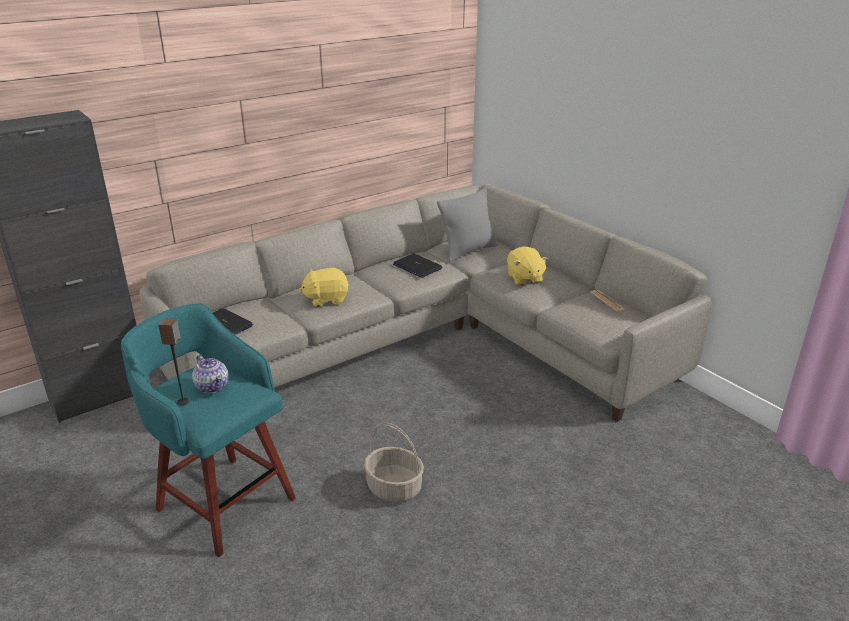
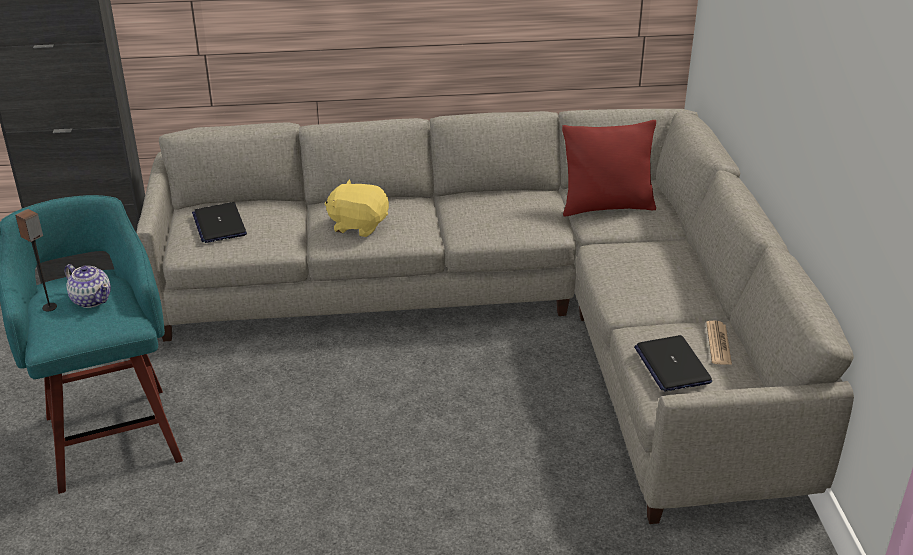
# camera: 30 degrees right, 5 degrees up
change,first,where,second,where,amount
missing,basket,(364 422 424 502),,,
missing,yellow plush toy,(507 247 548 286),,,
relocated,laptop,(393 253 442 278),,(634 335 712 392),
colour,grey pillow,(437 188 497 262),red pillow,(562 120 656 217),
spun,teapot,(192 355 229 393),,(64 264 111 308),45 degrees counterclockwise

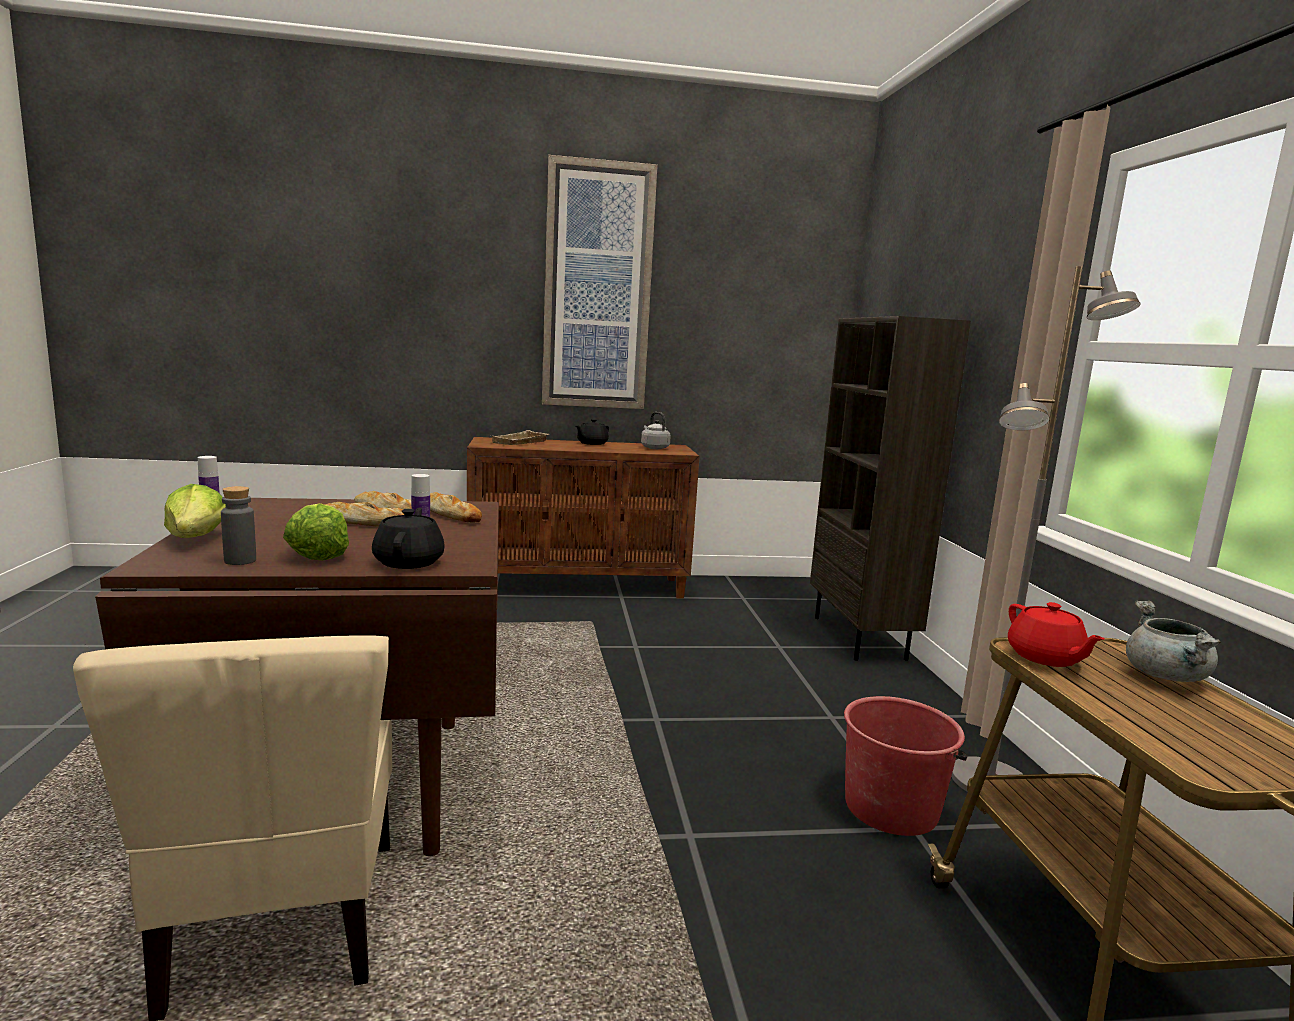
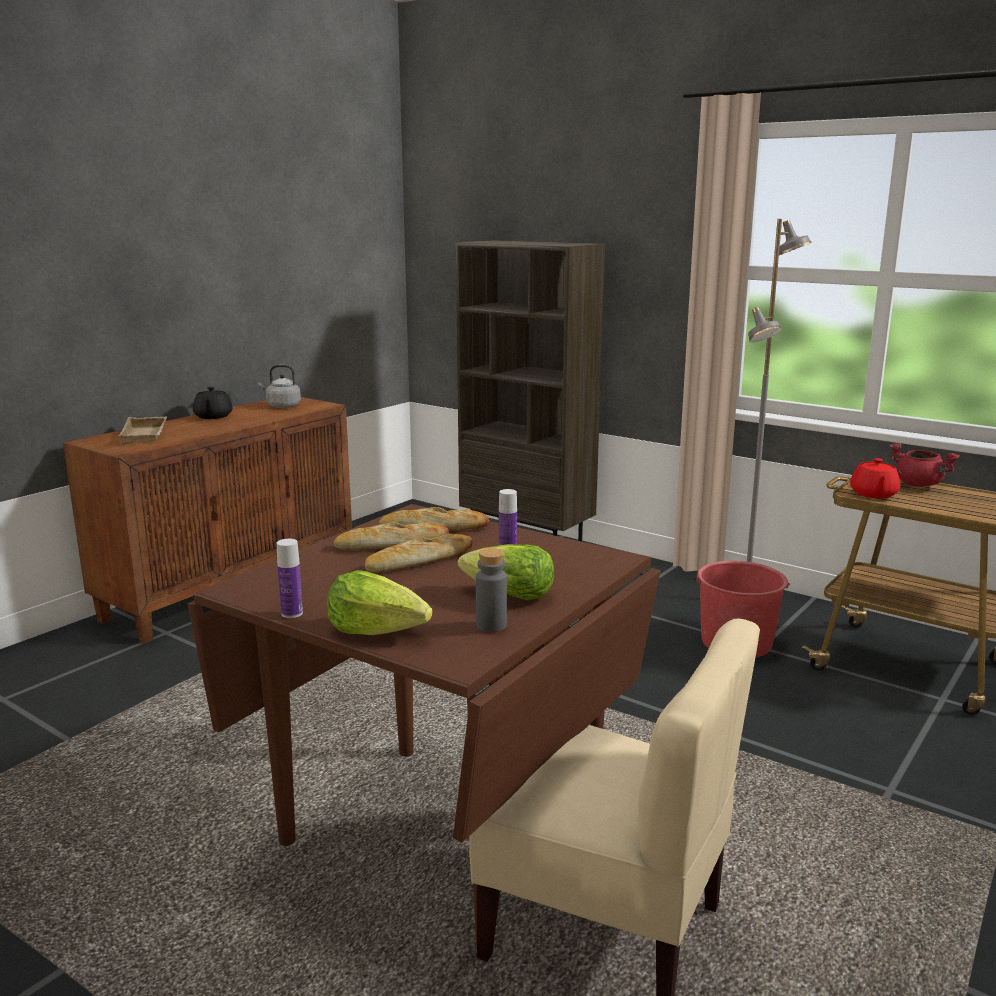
# camera: 45 degrees left, 5 degrees up
change,first,where,second,where,amount
missing,black teapot,(372 508 445 569),,,
missing,picture,(542 155 657 409),,,
colour,grey cooking pot,(1126 601 1220 682),red cooking pot,(890 443 960 487),
spun,red teapot,(1008 602 1105 667),,(850 458 900 498),75 degrees clockwise

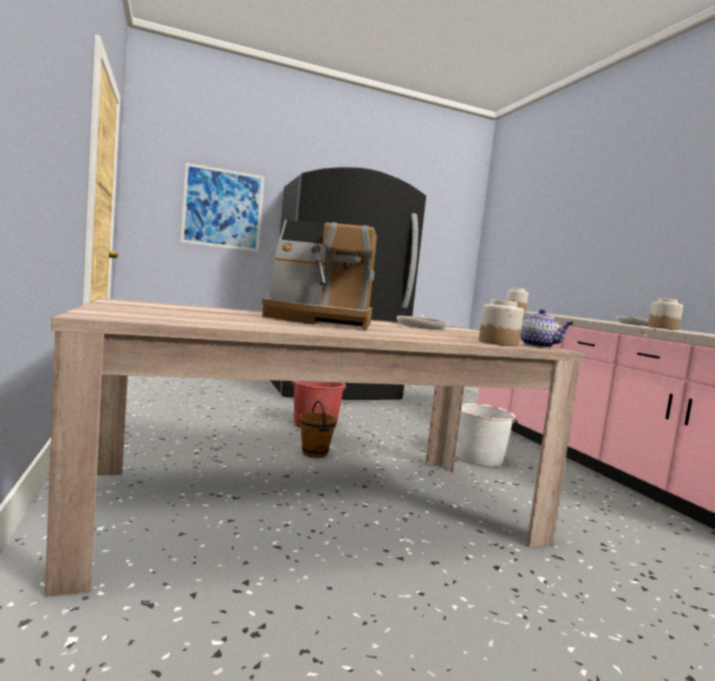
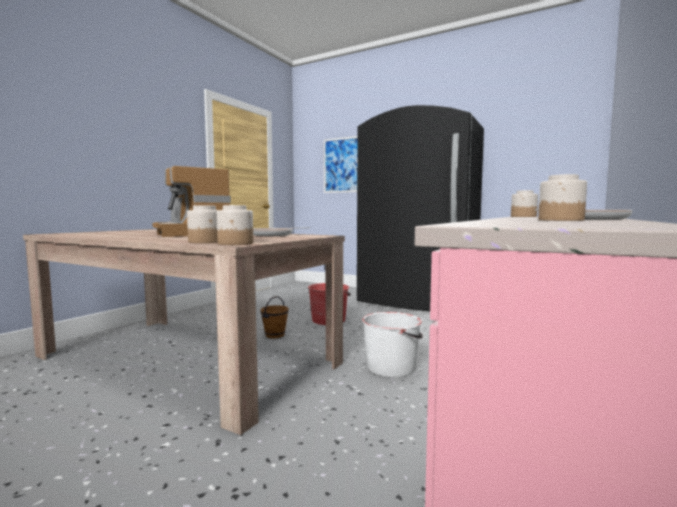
# camera: 50 degrees right, 0 degrees up
change,first,where,second,where,amount
exchanged,teapot,(520 309 574 348),jar,(216 205 253 245),

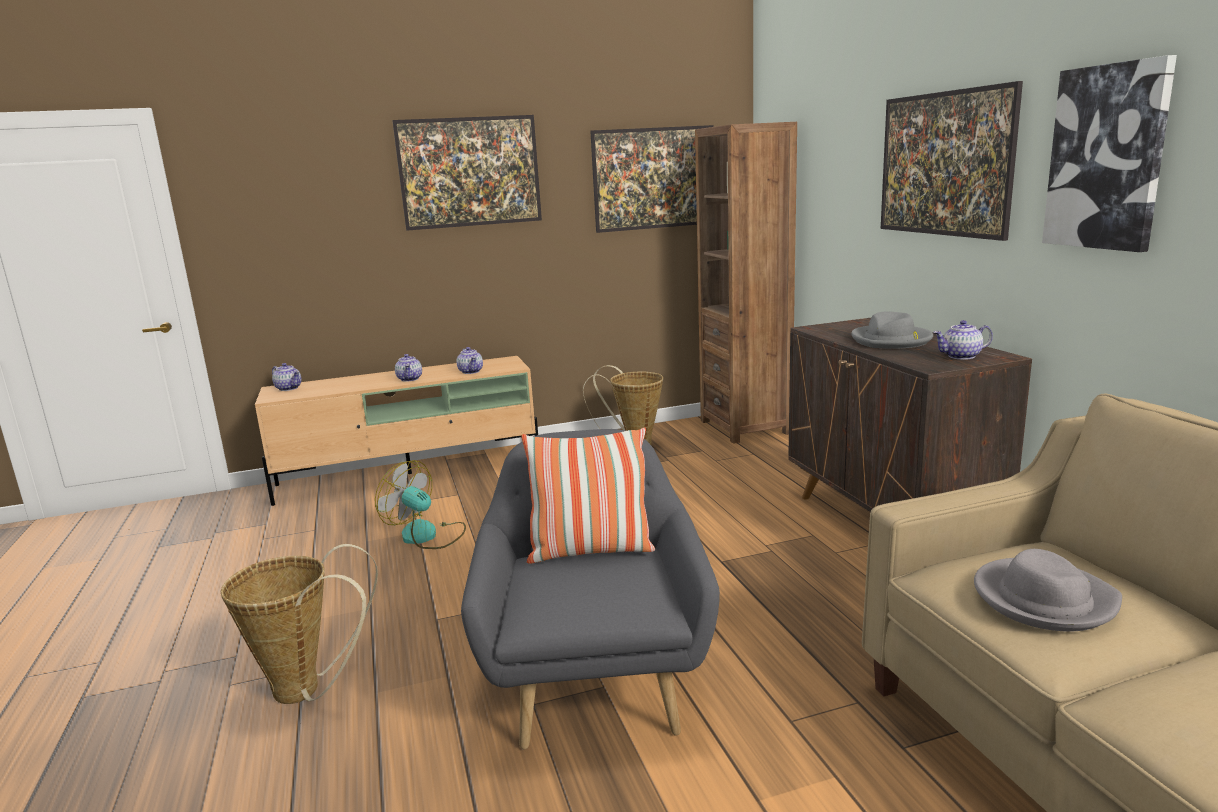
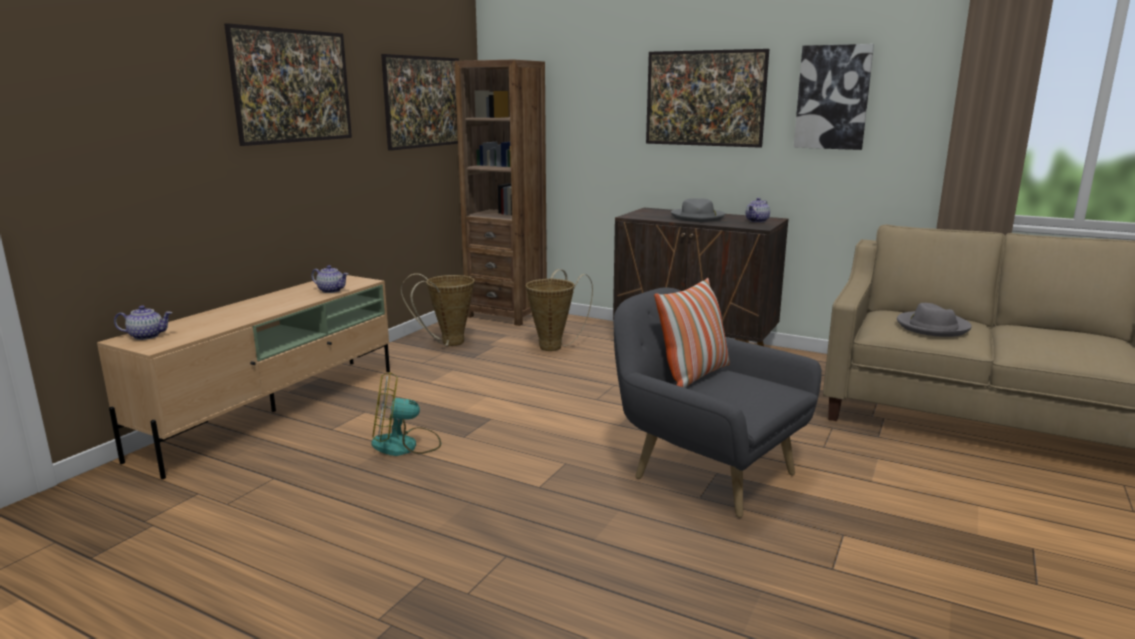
# camera: 45 degrees left, 0 degrees up
change,first,where,second,where,amount
missing,teapot,(395 354 422 382),,,
relocated,basket,(221 544 378 704),,(526 269 593 351),

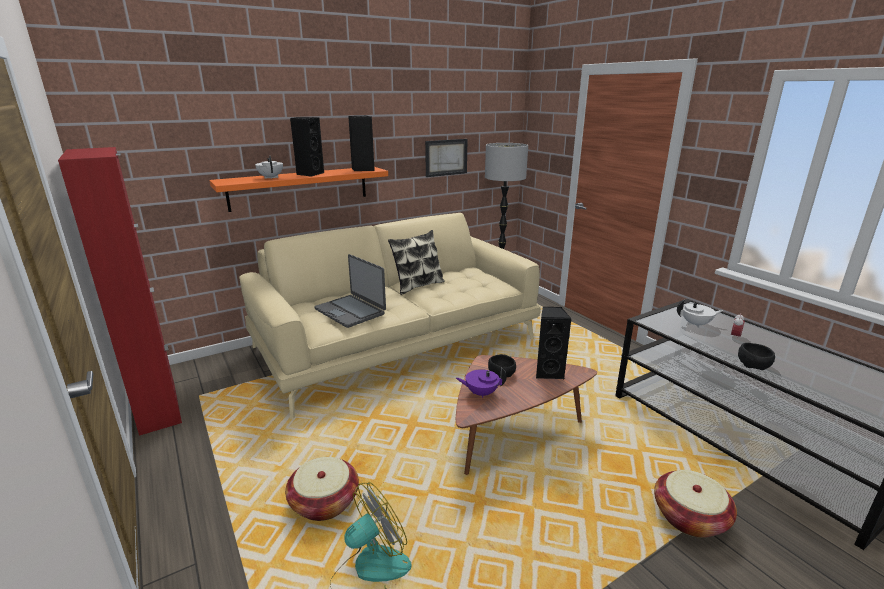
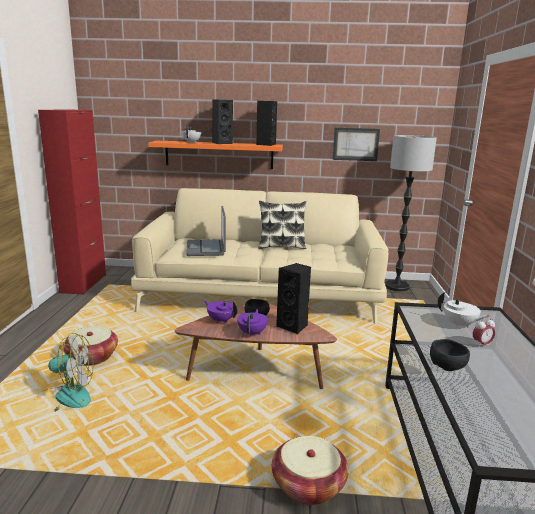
# camera: 35 degrees right, 5 degrees down
change,first,where,second,where,amount
appeared,,,purple teapot,(237 309 268 337),

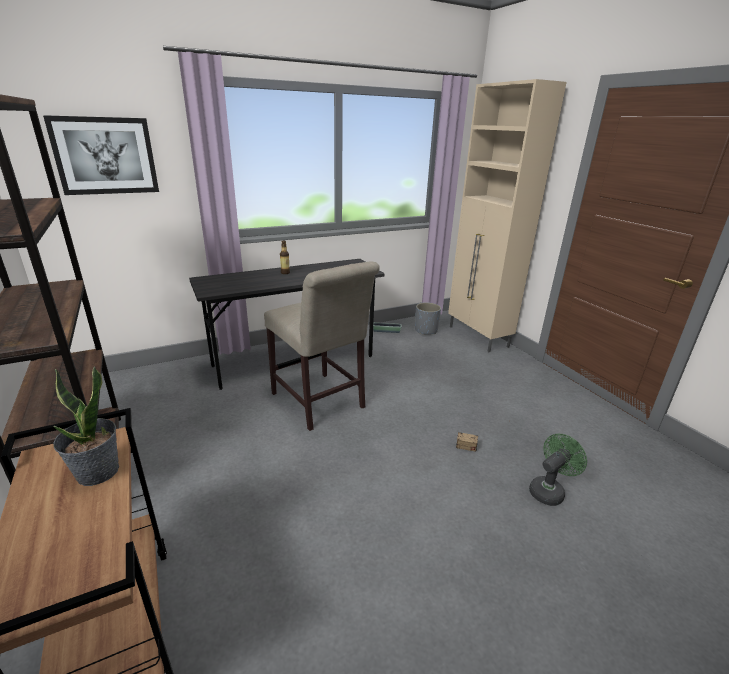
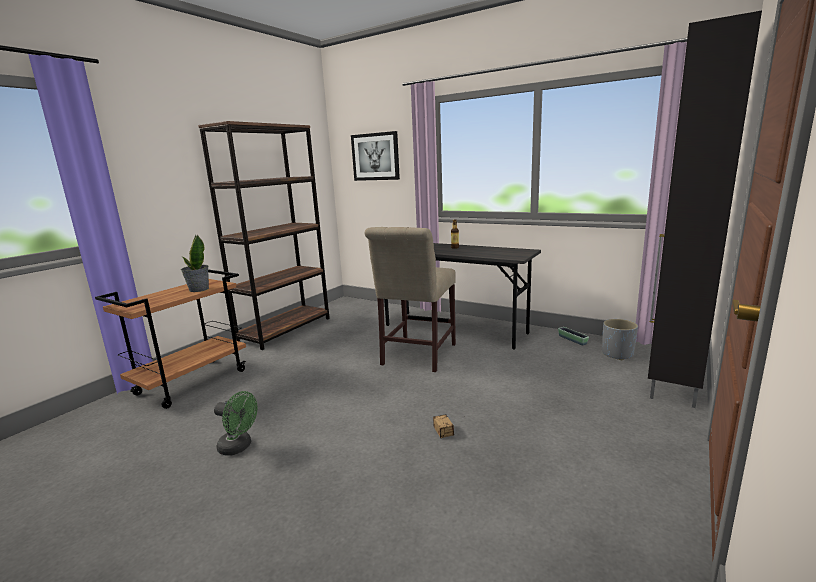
# camera: 60 degrees right, 10 degrees down
change,first,where,second,where,amount
relocated,green fan,(529 434 587 506),,(214 391 257 455),
colour,beige cabinet,(448 79 567 352),black cabinet,(648 11 762 408),

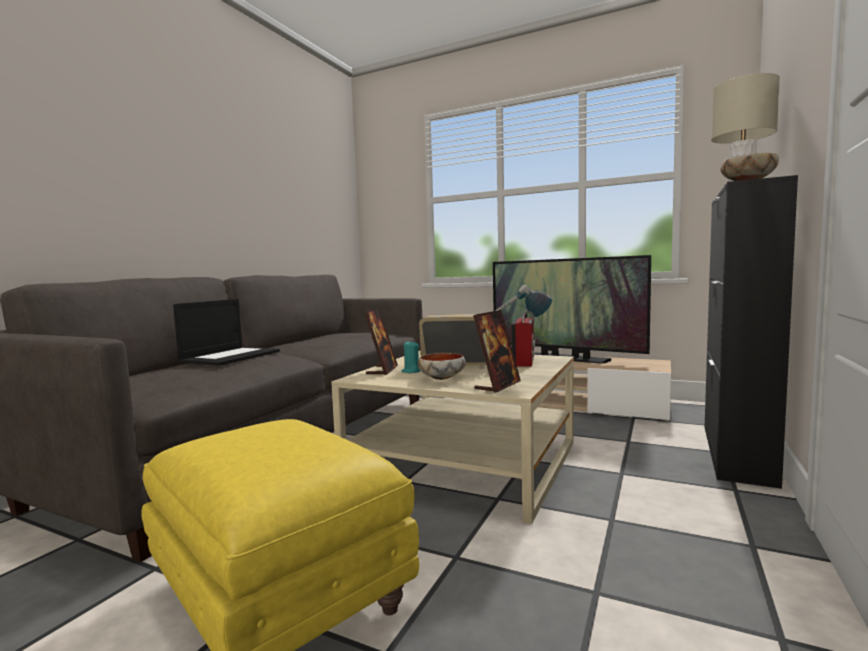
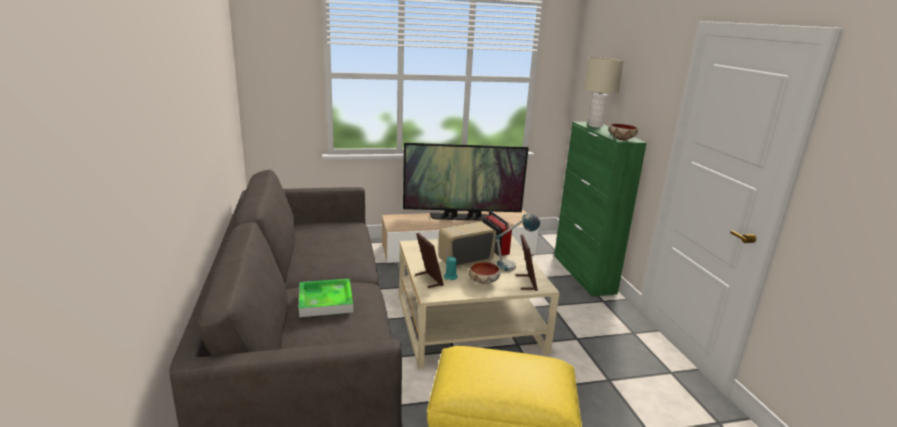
# camera: 40 degrees left, 15 degrees up
change,first,where,second,where,amount
exchanged,laptop,(173 299 280 366),tray,(299 279 353 317),
colour,black cabinet,(705 175 798 489),green cabinet,(554 122 647 296),

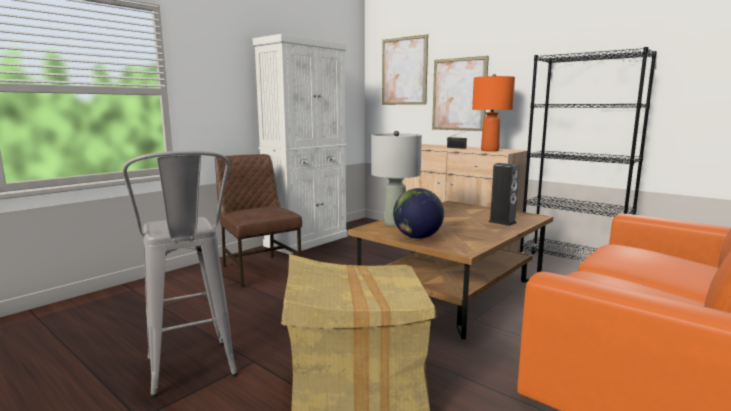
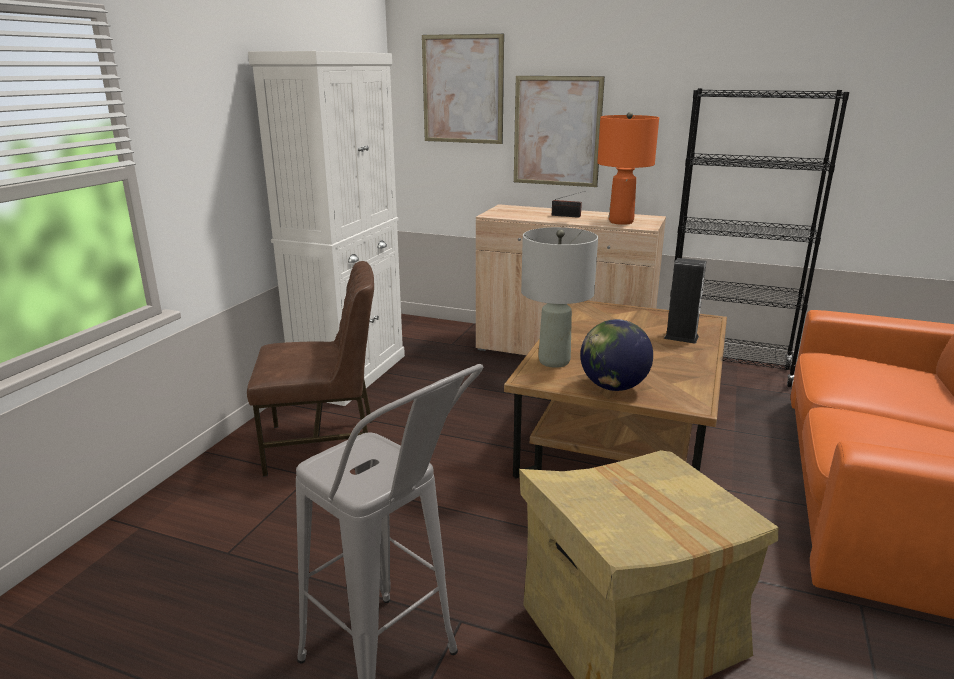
# camera: 20 degrees left, 10 degrees up
change,first,where,second,where,amount
spun,brown chair,(215 154 302 287),,(247 261 374 477),135 degrees clockwise

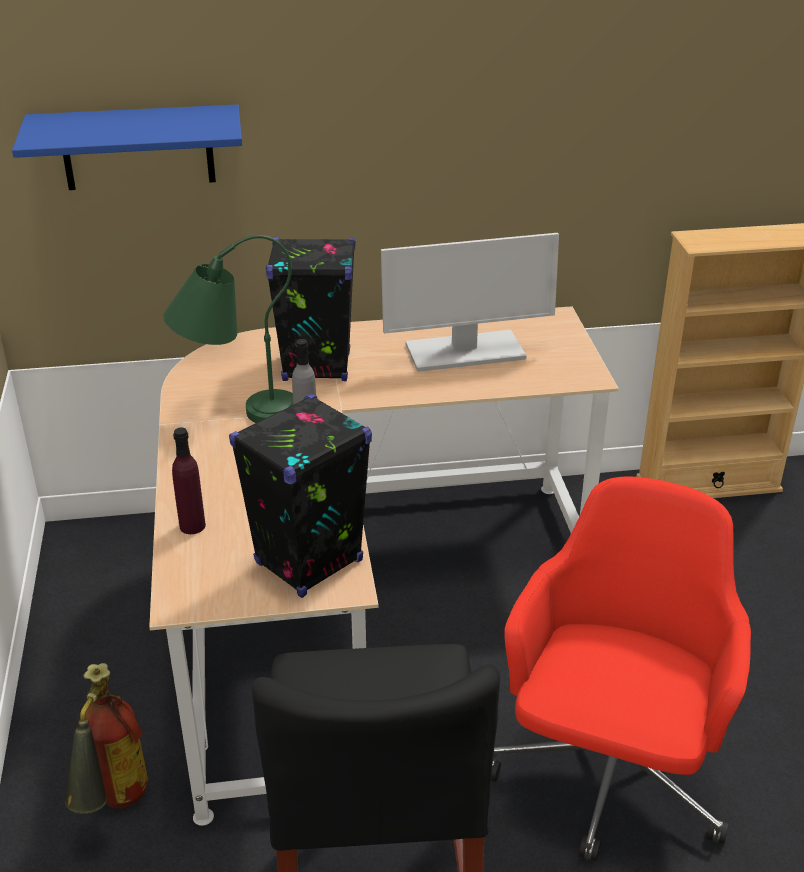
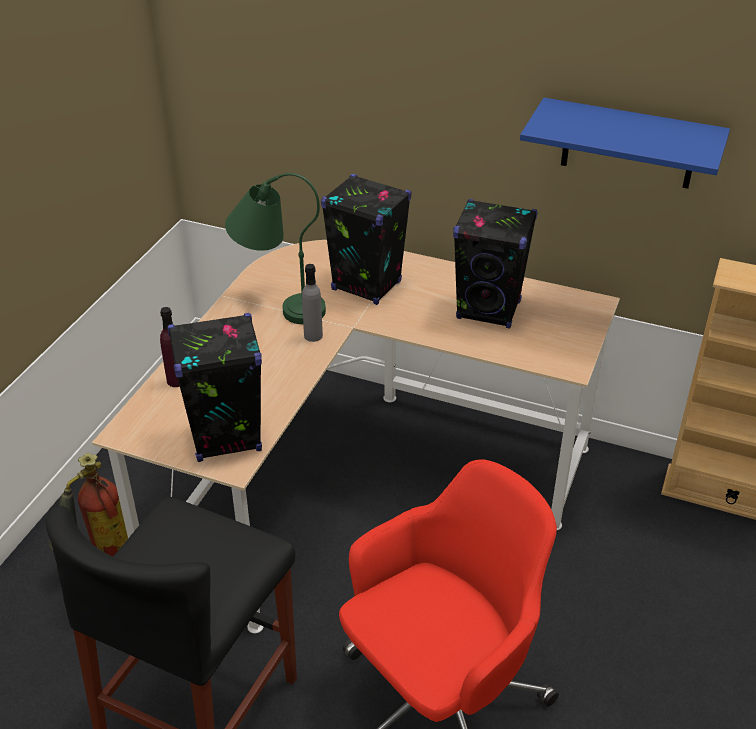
# camera: 30 degrees right, 5 degrees up
change,first,where,second,where,amount
relocated,blue shelf,(12 104 242 190),,(520 98 730 189),
exchanged,monitor,(381 233 559 372),black speaker,(453 199 538 329),

